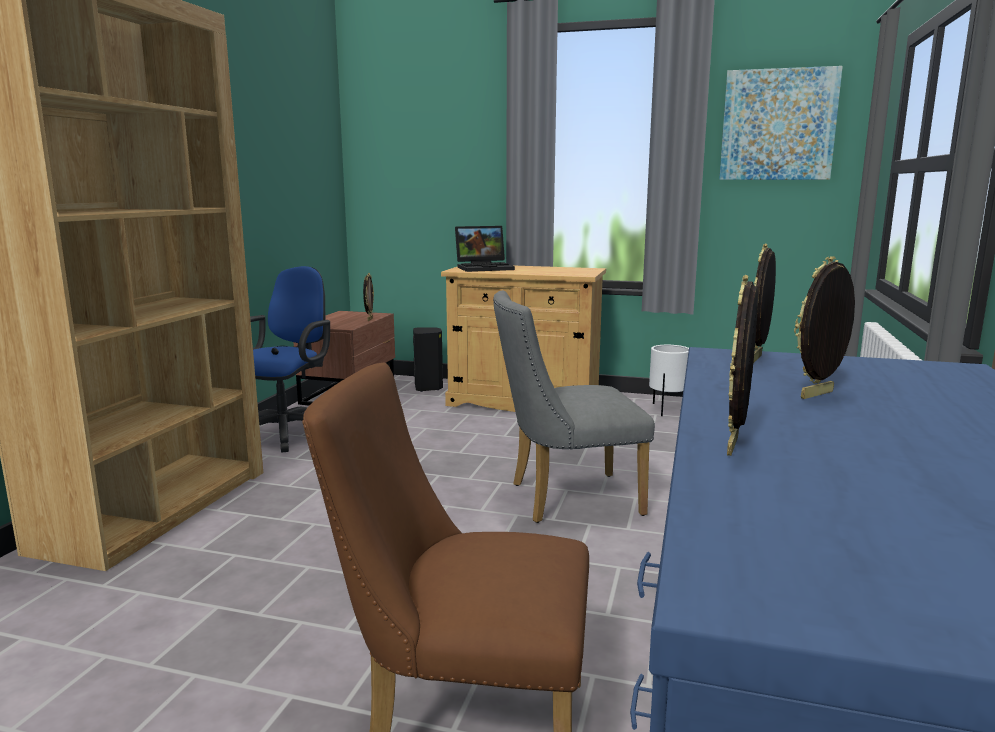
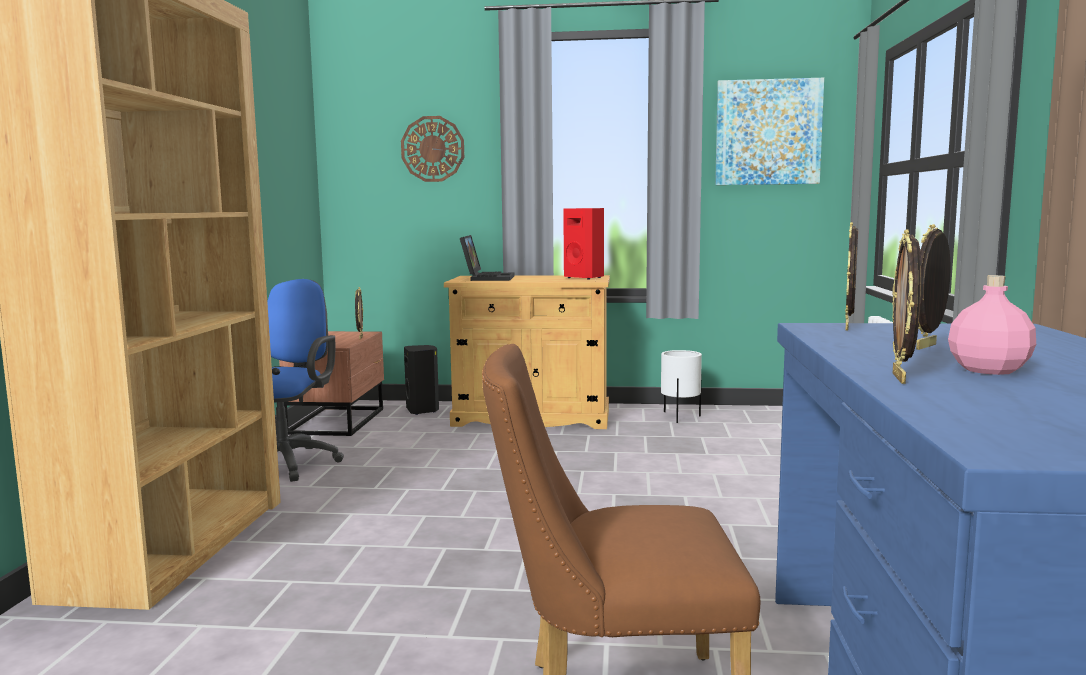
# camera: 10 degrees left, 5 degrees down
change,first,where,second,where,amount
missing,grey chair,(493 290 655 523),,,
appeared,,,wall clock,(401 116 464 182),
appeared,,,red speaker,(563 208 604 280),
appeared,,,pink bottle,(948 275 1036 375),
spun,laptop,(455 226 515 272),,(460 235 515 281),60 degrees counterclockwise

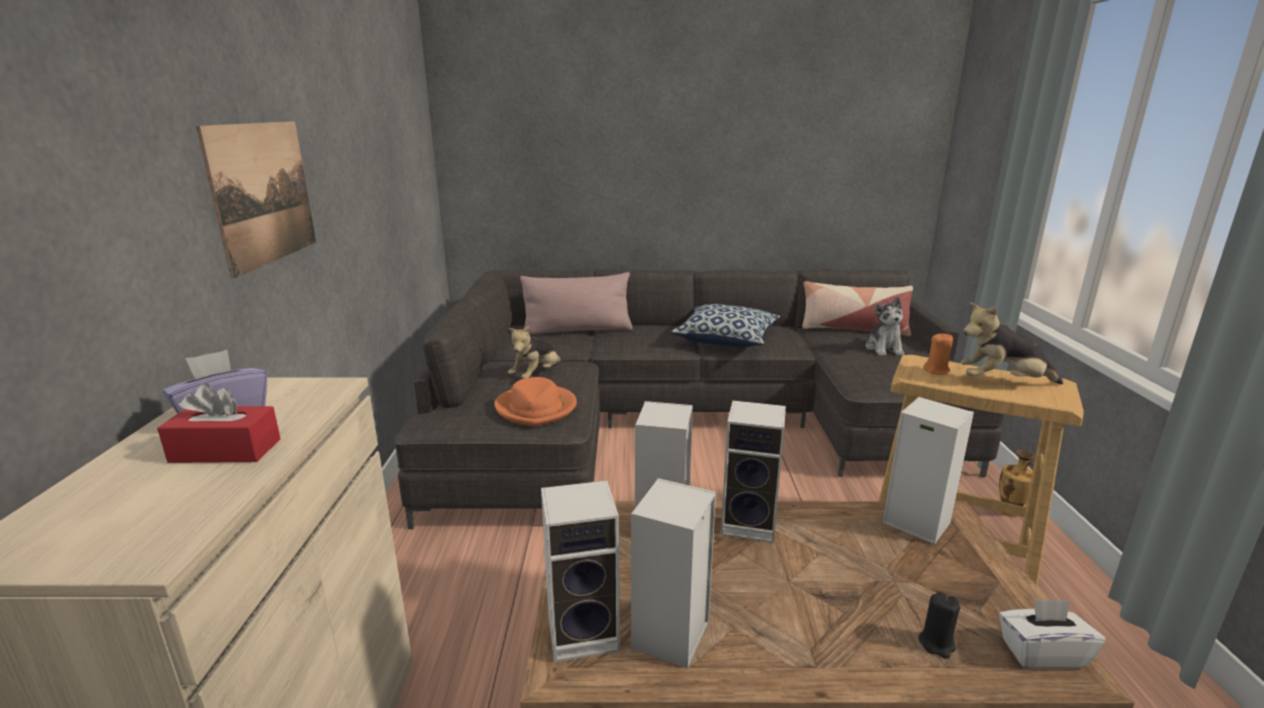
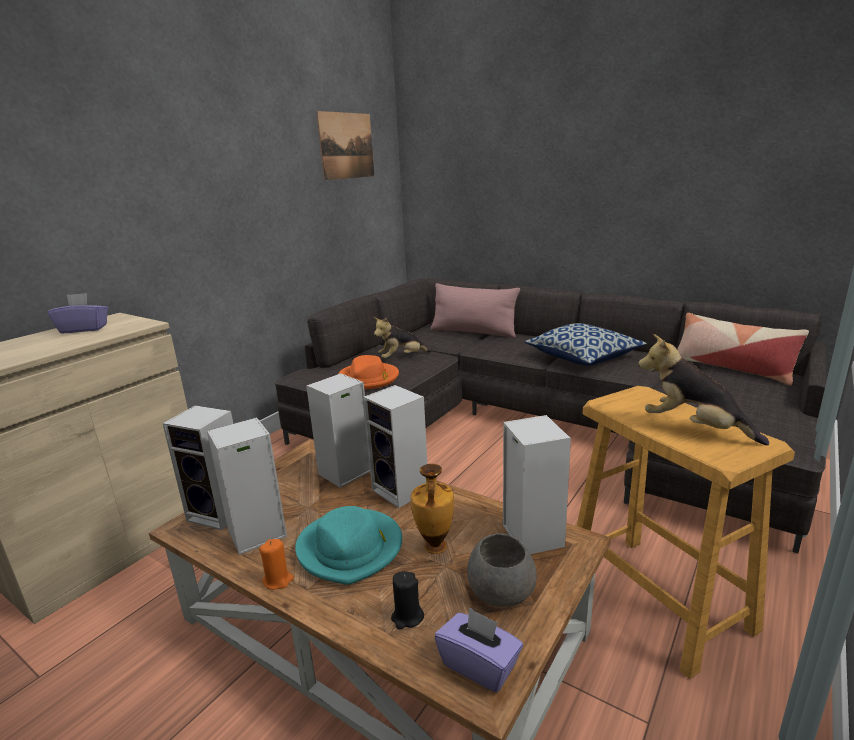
# camera: 35 degrees right, 0 degrees up
change,first,where,second,where,amount
missing,red tissue box,(157 383 281 463),,,
missing,plush toy,(866 297 904 356),,,
appeared,,,turquoise hat,(295 506 402 585),
appeared,,,grey bowl,(467 533 537 607),
relocated,picture,(196 121 316 279),,(316 111 374 180),
relocated,orange candle,(923 333 953 375),,(259 539 294 590),
relocated,vase,(999 450 1034 517),,(411 464 454 554),
colour,white tissue box,(999 599 1106 669),purple tissue box,(435 607 523 693),

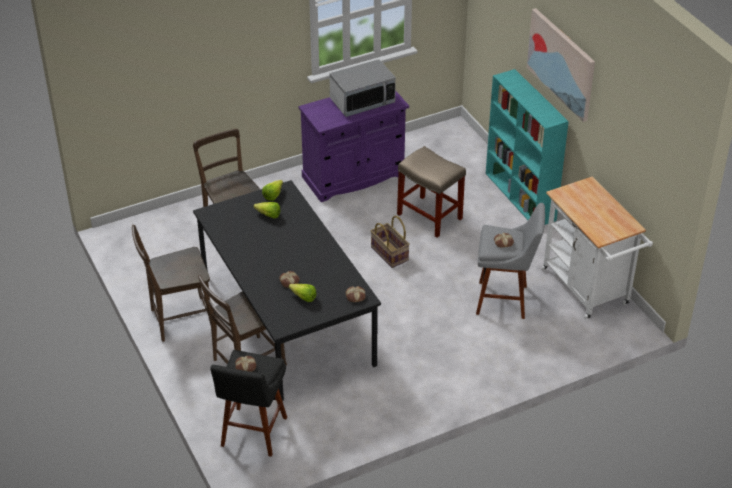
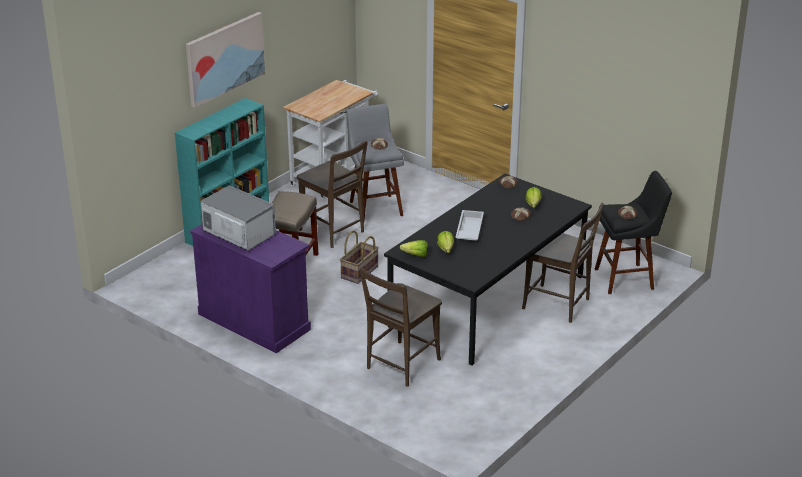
# camera: 115 degrees left, 10 degrees down
change,first,where,second,where,amount
appeared,,,white tray,(455 210 484 241),
relocated,brown chair,(132 225 211 342),,(297 140 368 248),

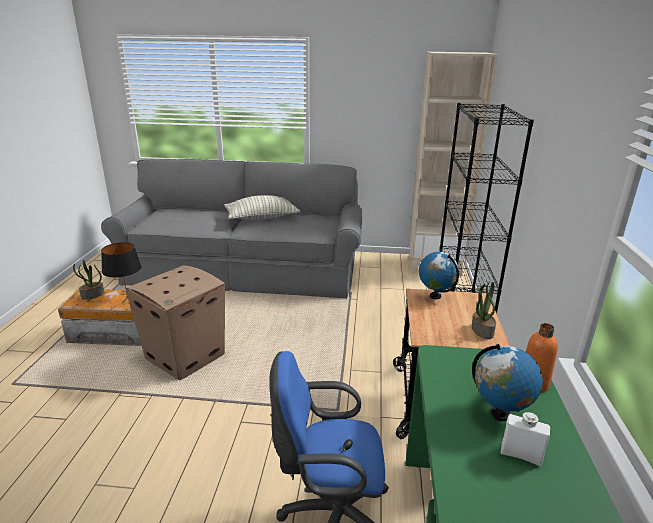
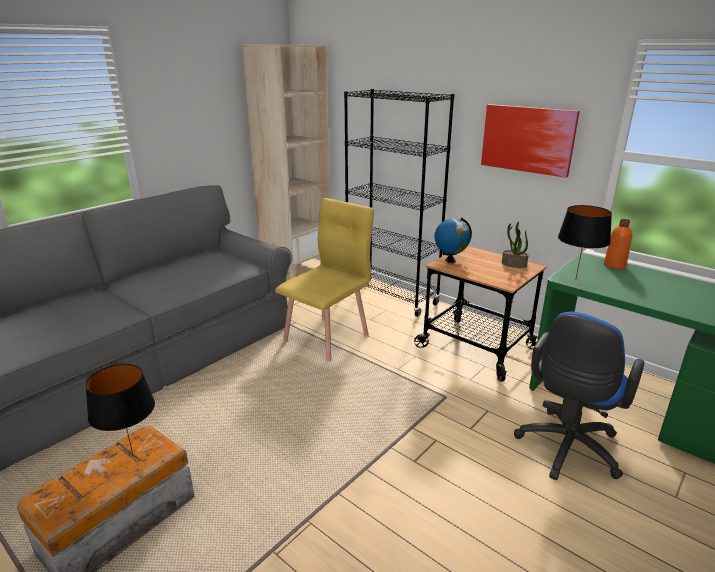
# camera: 55 degrees left, 0 degrees up
change,first,where,second,where,amount
missing,potted plant,(73 259 104 300),,,
missing,cardboard box,(125 265 225 380),,,
missing,pillow,(224 195 300 220),,,
missing,globe,(472 344 543 421),,,
missing,white bottle,(501 412 550 466),,,
appeared,,,yellow chair,(275 198 374 361),
appeared,,,picture,(481 104 580 178),
appeared,,,black table lamp,(558 205 612 280),

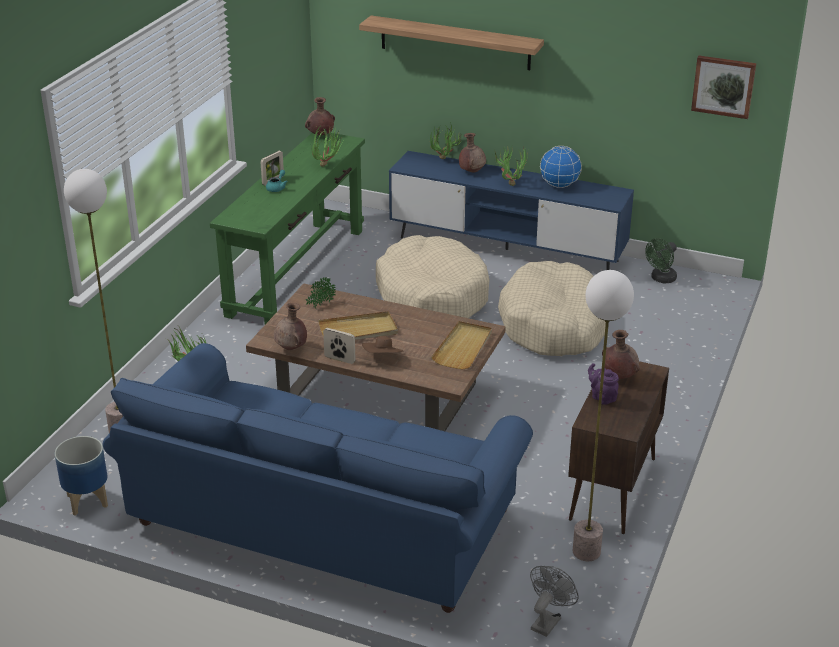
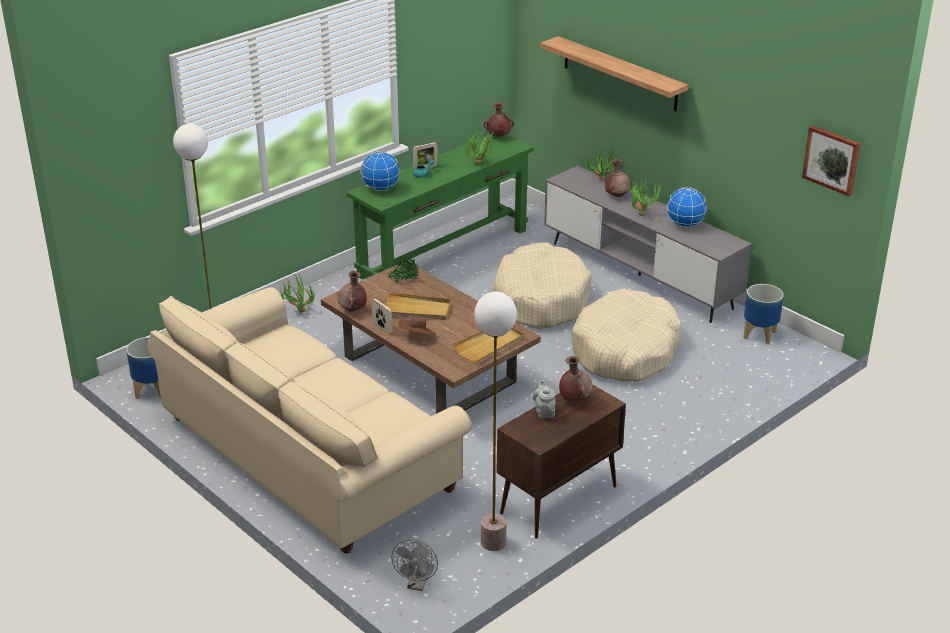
# camera: 25 degrees right, 0 degrees up
change,first,where,second,where,amount
appeared,,,globe,(360 151 400 191),
exchanged,green fan,(645 238 677 283),planter,(743 284 784 345),
colour,blue sofa,(103 343 533 613),beige sofa,(147 287 472 553),
colour,blue tv stand,(389 151 634 270),grey tv stand,(544 166 752 323),
colour,purple teapot,(588 363 619 405),grey teapot,(533 380 556 419),
spun,grey fan,(530 566 579 637),,(391 540 438 591),135 degrees clockwise

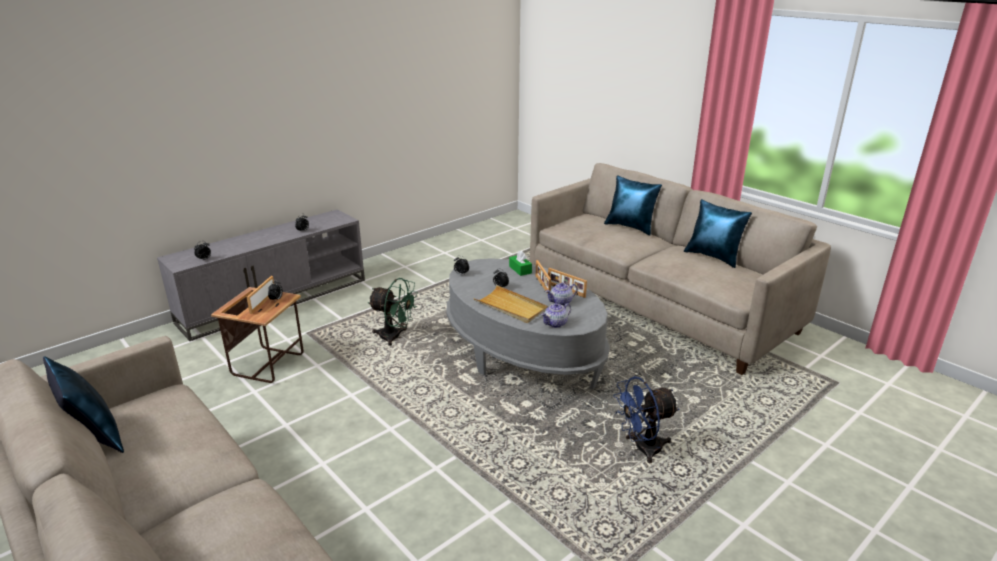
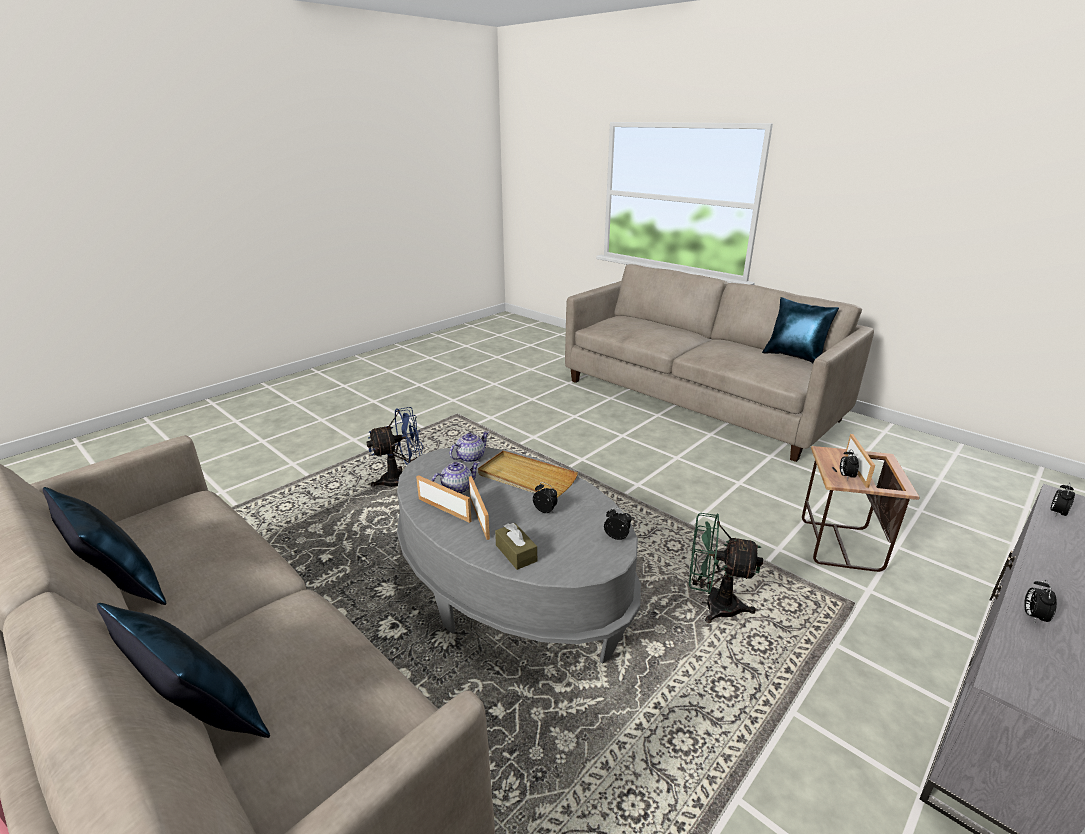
# camera: 175 degrees right, 0 degrees up
change,first,where,second,where,amount
colour,green tissue box,(509 251 532 276),brown tissue box,(495 523 537 570),

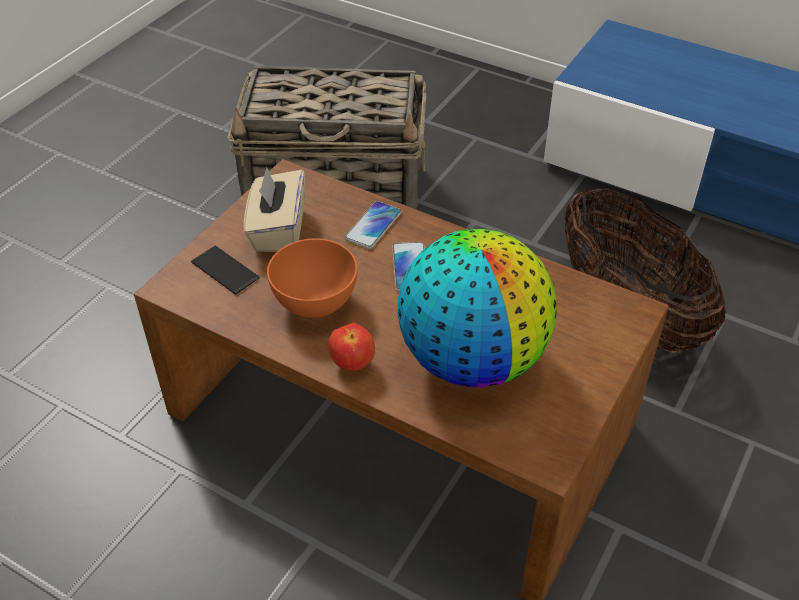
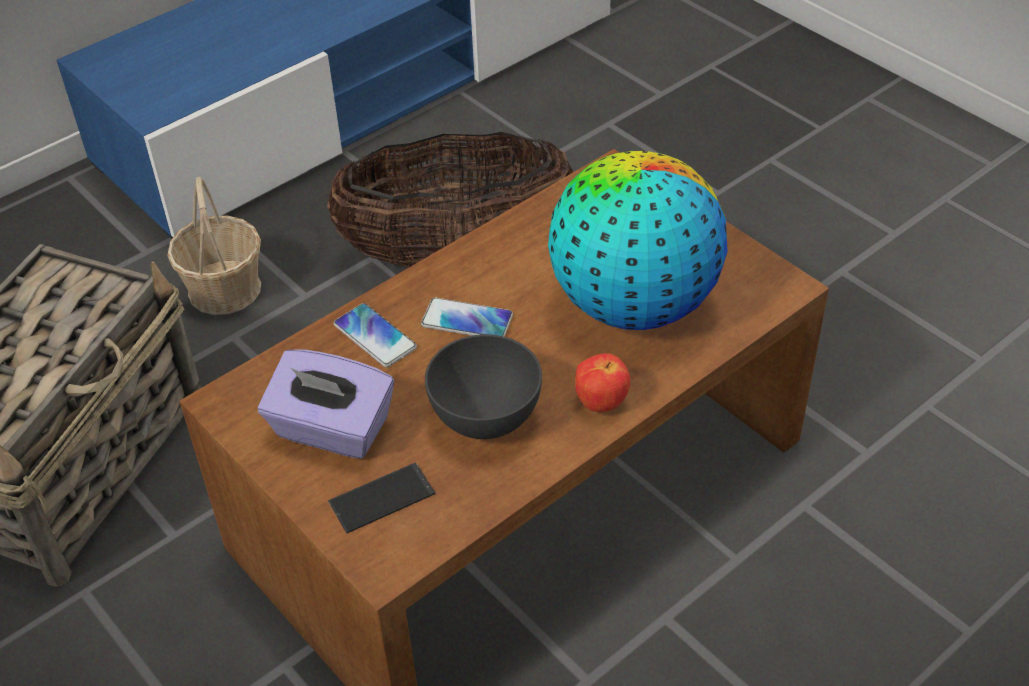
# camera: 70 degrees left, 0 degrees up
change,first,where,second,where,amount
appeared,,,basket,(168 177 261 315),
colour,beige tissue box,(244 167 305 252),purple tissue box,(258 349 394 459),
colour,orange bowl,(267 238 358 318),grey bowl,(425 334 542 439),

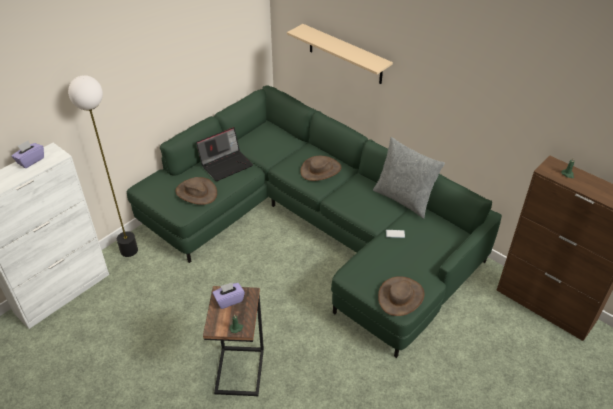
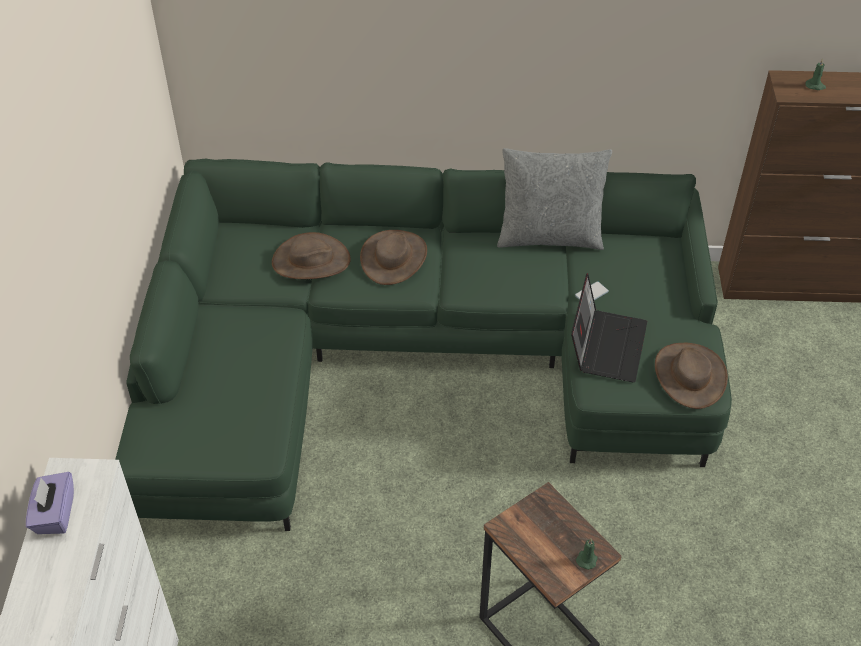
# camera: 40 degrees left, 5 degrees up
change,first,where,second,where,amount
missing,floor lamp,(68 75 138 257),,,
missing,purple tissue box,(212 282 245 309),,,
missing,beige shelf,(287 24 393 84),,,
relocated,brown hat,(175 177 217 205),,(272 232 351 279),
relocated,laptop,(196 127 253 181),,(571 273 647 382),

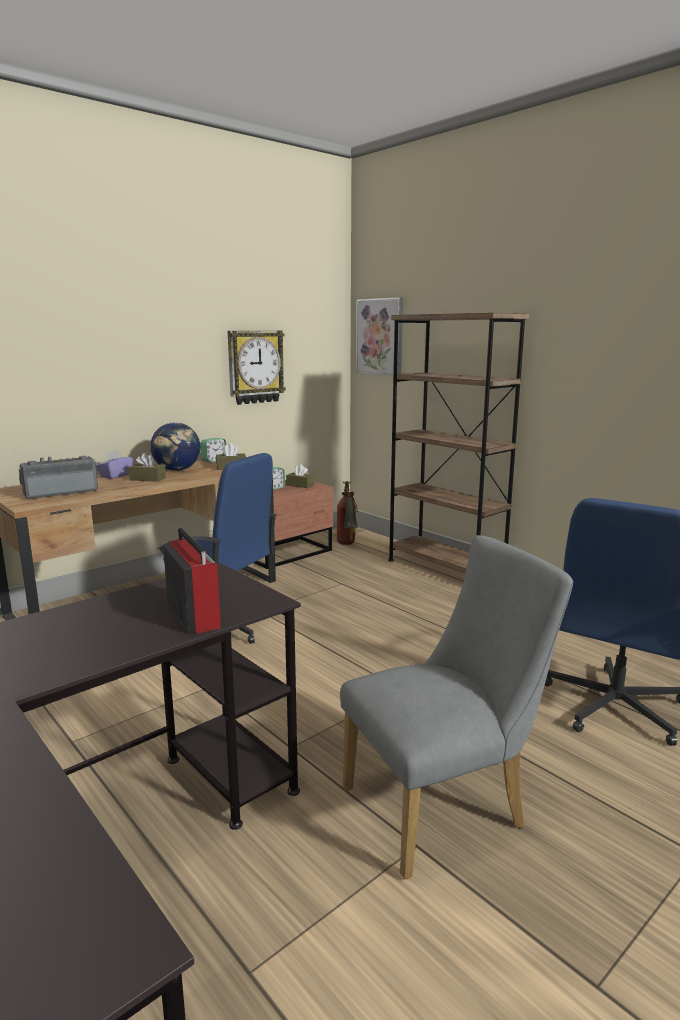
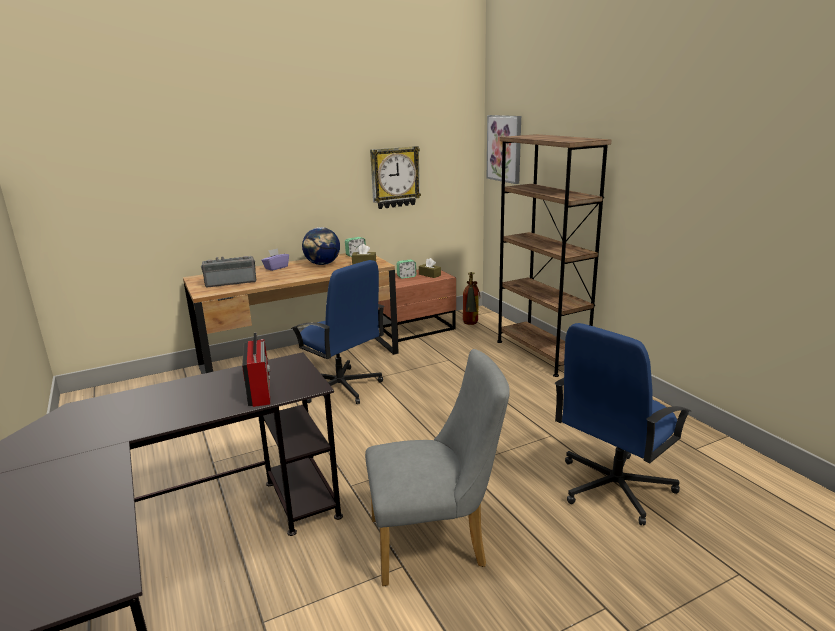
# camera: 15 degrees right, 5 degrees up
change,first,where,second,where,amount
missing,brown tissue box,(129 453 166 482),,,

